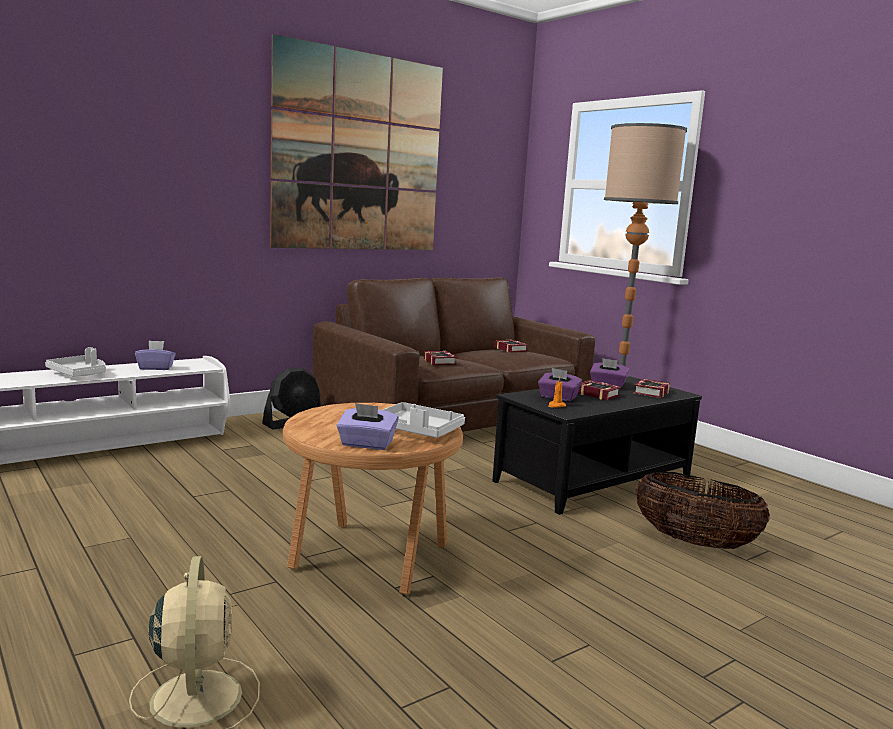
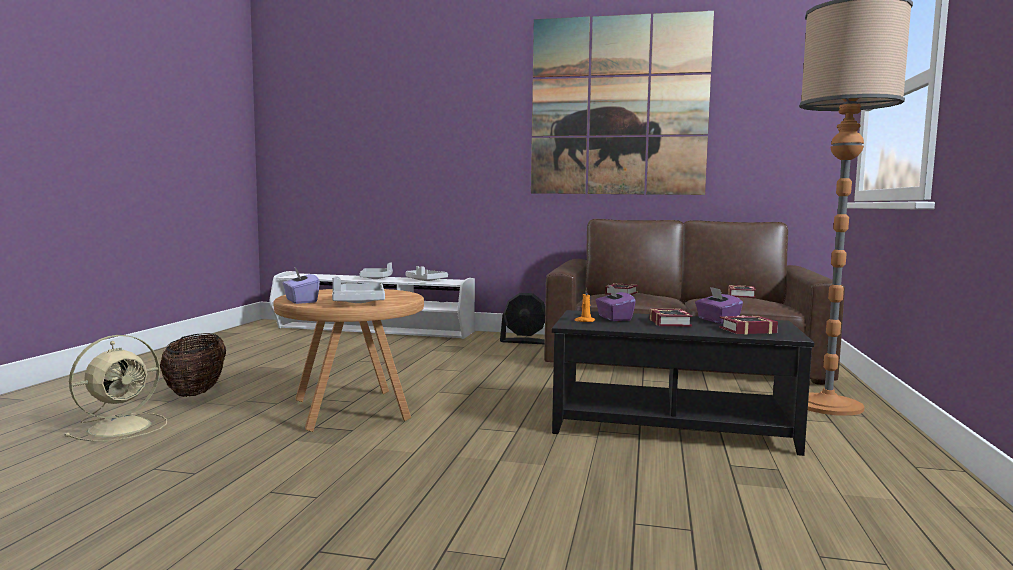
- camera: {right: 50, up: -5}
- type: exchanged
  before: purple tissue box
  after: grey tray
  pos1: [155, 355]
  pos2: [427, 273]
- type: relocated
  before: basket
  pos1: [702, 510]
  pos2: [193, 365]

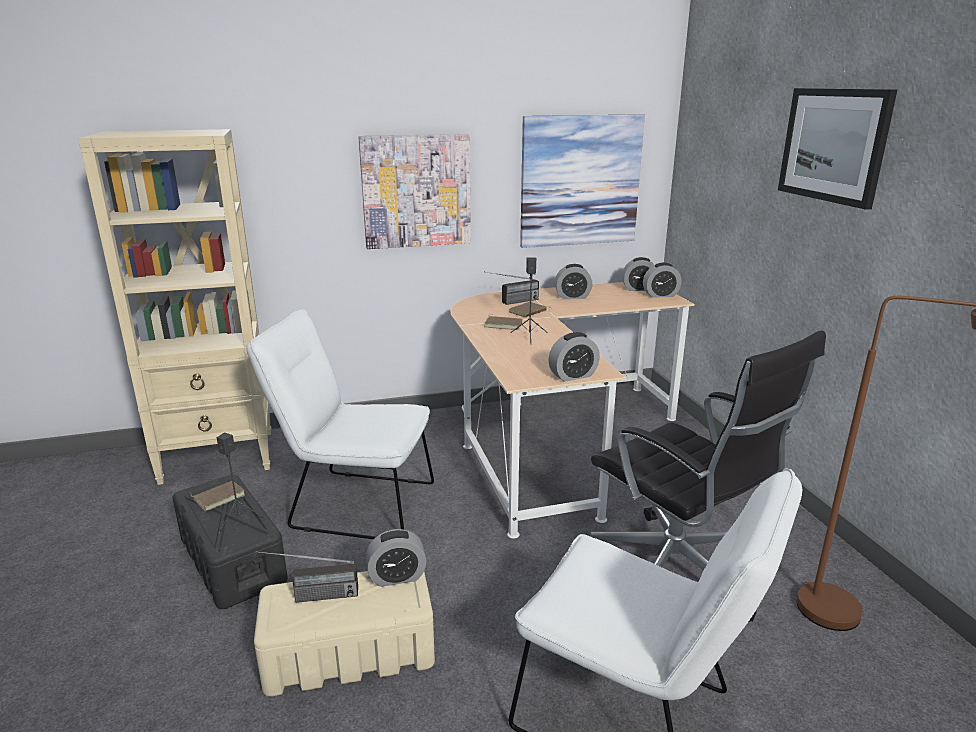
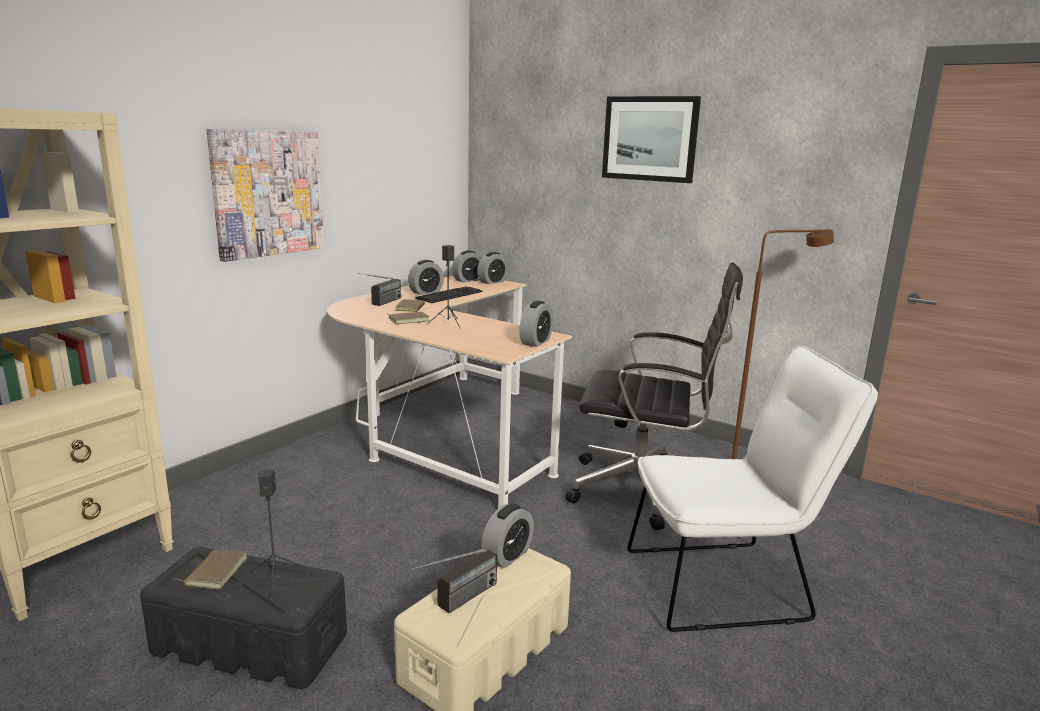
- camera: {right: -40, up: -5}
- type: missing
  before: white chair
  pos1: [340, 424]
- type: missing
  before: picture
  pos1: [582, 181]
- type: appeared
  after: keyboard
  pos2: [448, 295]

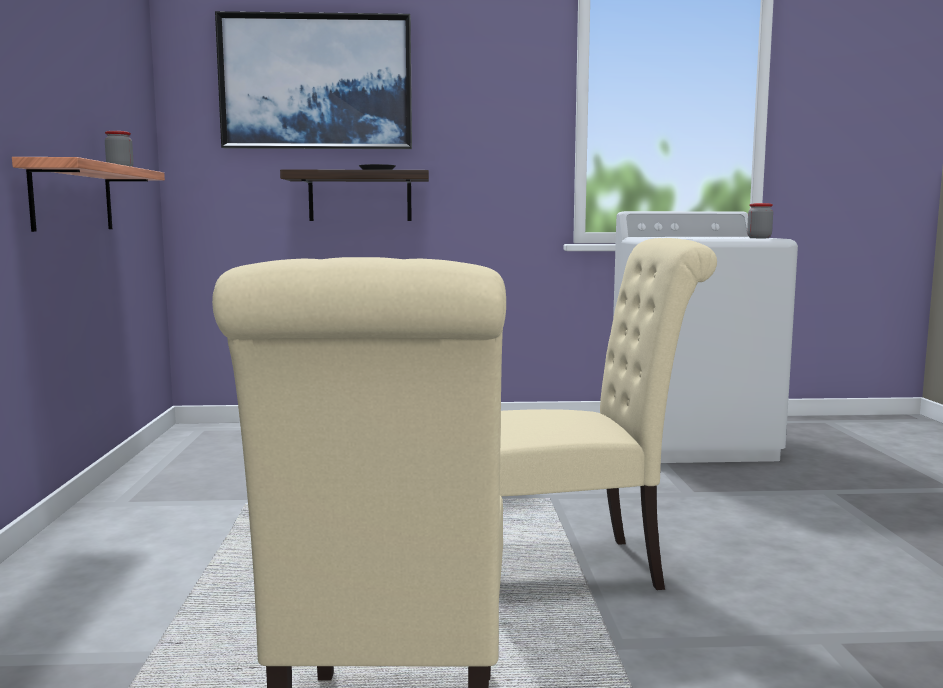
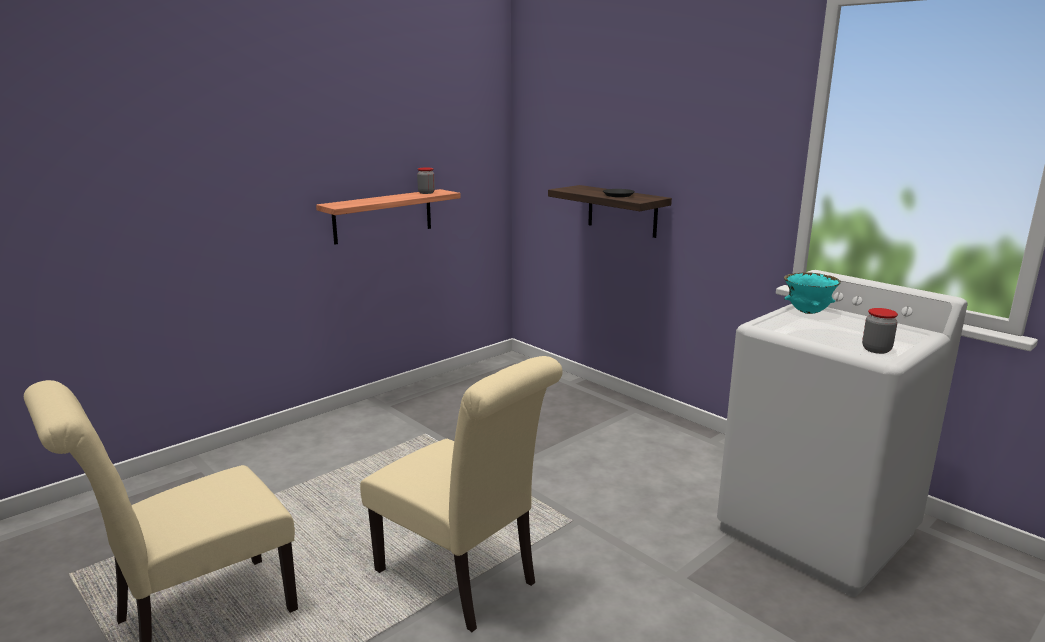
- camera: {right: 50, up: 10}
- type: missing
  before: picture
  pos1: [313, 80]
- type: appeared
  after: turquoise bowl
  pos2: [812, 293]

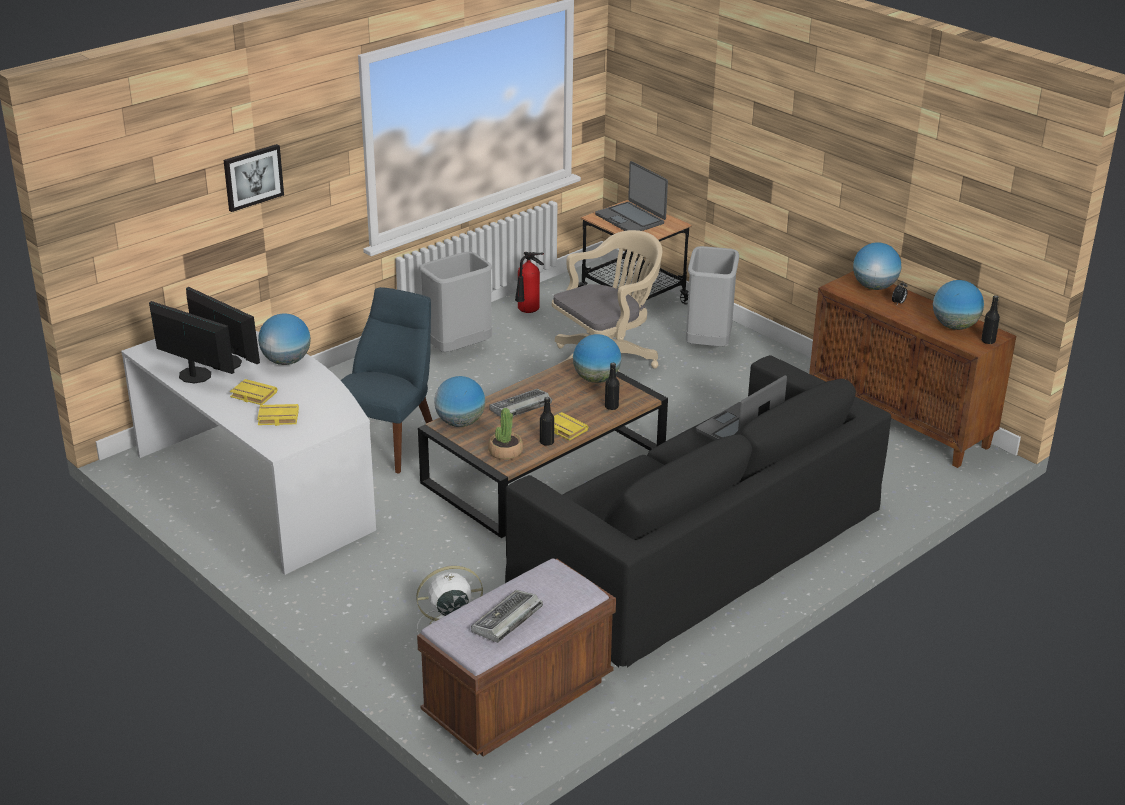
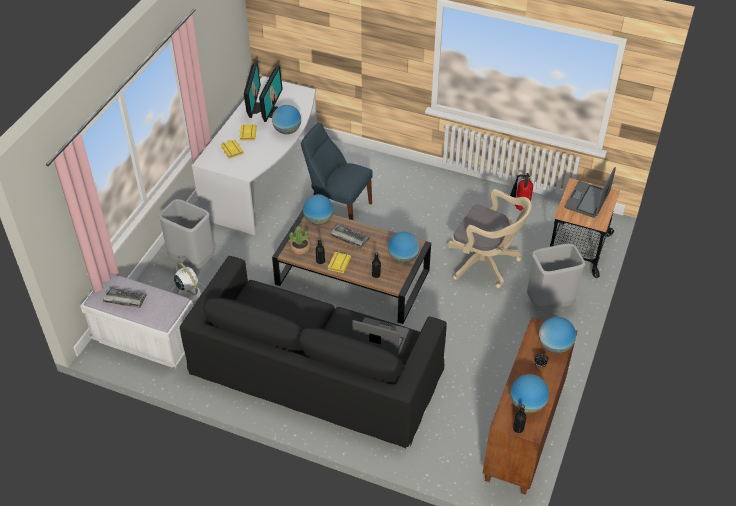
- camera: {right: 65, up: 15}
- type: missing
  before: picture
  pos1: [254, 178]
- type: spun
  before: blue chair
  pos1: [386, 380]
  pos2: [337, 171]
  turn: -150
- type: colour
  before: brown bench
  after: white bench
  pos1: [516, 657]
  pos2: [136, 320]
- type: relocated
  before: grey trash can
  pos1: [456, 302]
  pos2: [186, 234]

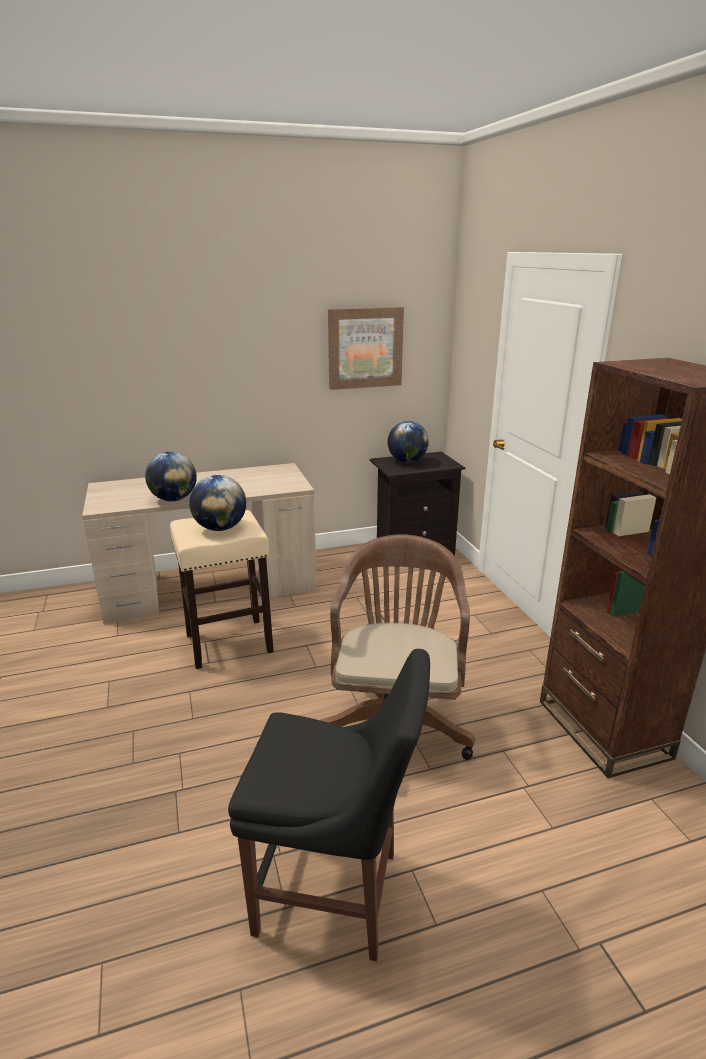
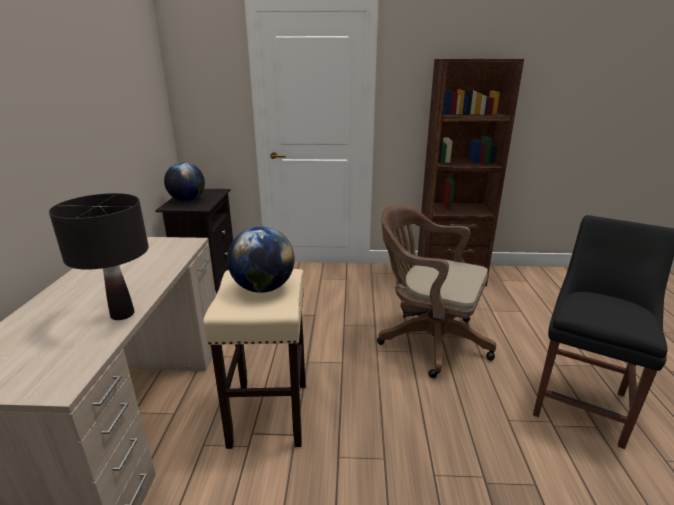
- camera: {right: -70, up: 0}
- type: exchanged
  before: globe
  after: black table lamp
  pos1: [171, 476]
  pos2: [99, 256]
- type: missing
  before: picture
  pos1: [366, 348]

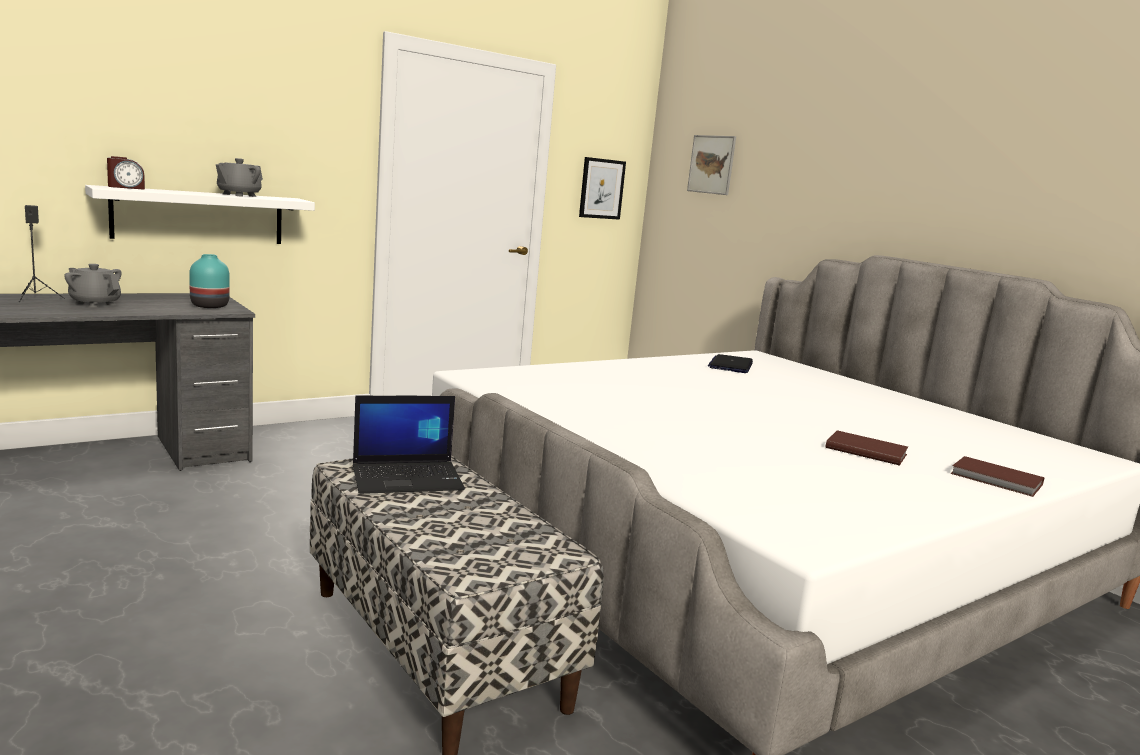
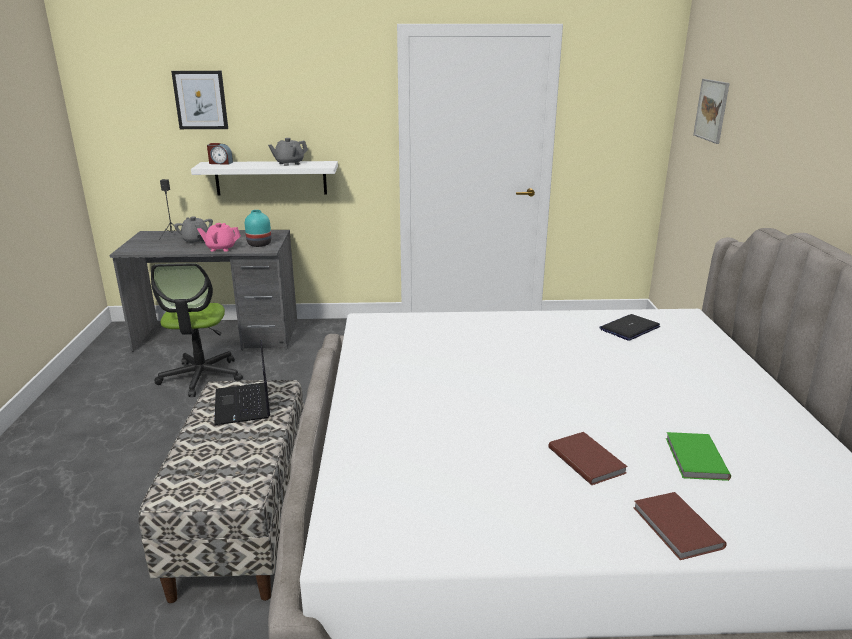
- camera: {right: 35, up: 10}
- type: spun
  before: laptop
  pos1: [409, 444]
  pos2: [242, 382]
  turn: 60
- type: relocated
  before: picture
  pos1: [602, 188]
  pos2: [199, 100]
- type: appeared
  after: office chair
  pos2: [197, 330]
- type: appeared
  after: pink teapot
  pos2: [219, 237]
- type: appeared
  after: green book
  pos2: [698, 456]

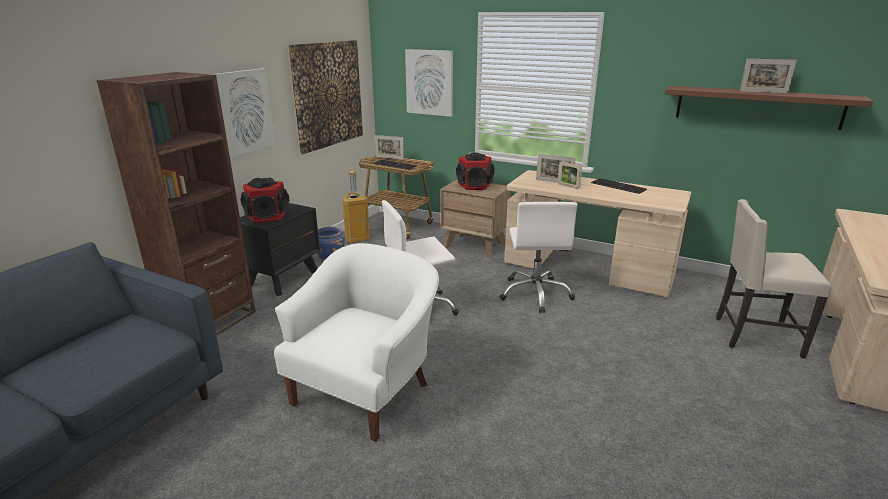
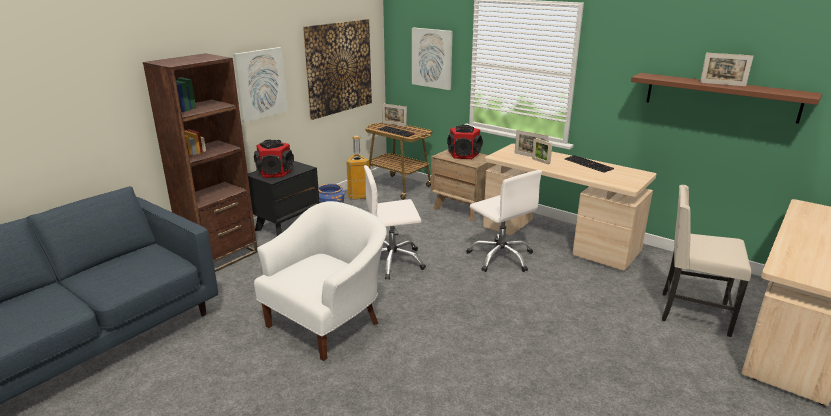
- camera: {right: 10, up: 0}
- type: spun
  before: white office chair
  pos1: [538, 257]
  pos2: [504, 221]
  turn: -45

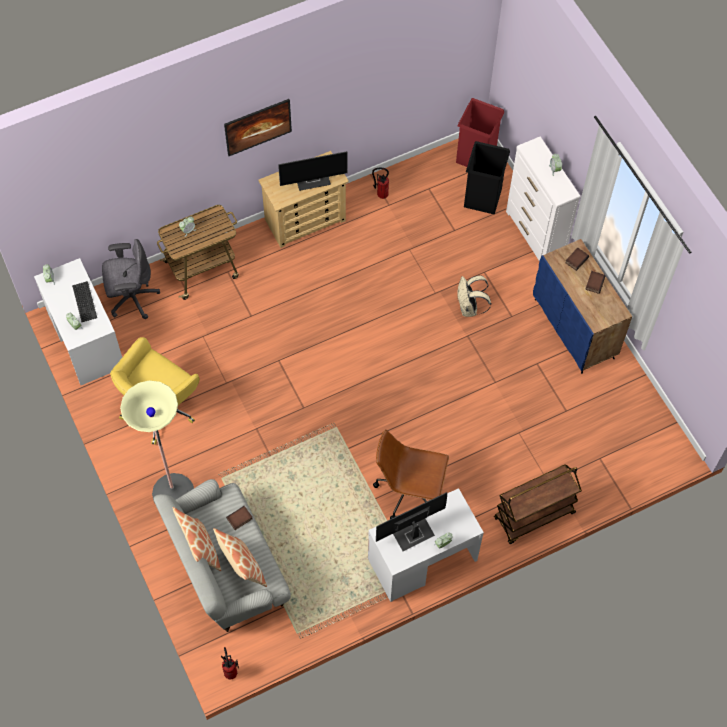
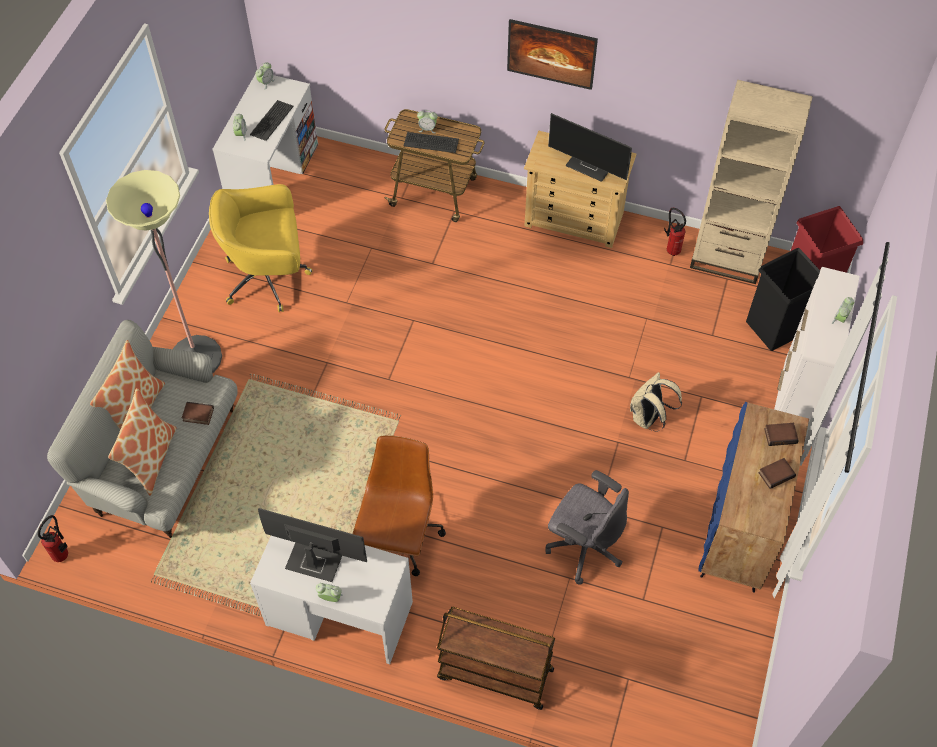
- camera: {right: 45, up: -5}
- type: relocated
  before: grey office chair
  pos1: [131, 279]
  pos2: [587, 527]
- type: spun
  before: brown office chair
  pos1: [411, 474]
  pos2: [399, 505]
  turn: 45
- type: appeared
  after: keyboard
  pos2: [431, 142]
- type: appeared
  after: beige bookcase
  pos2: [751, 182]

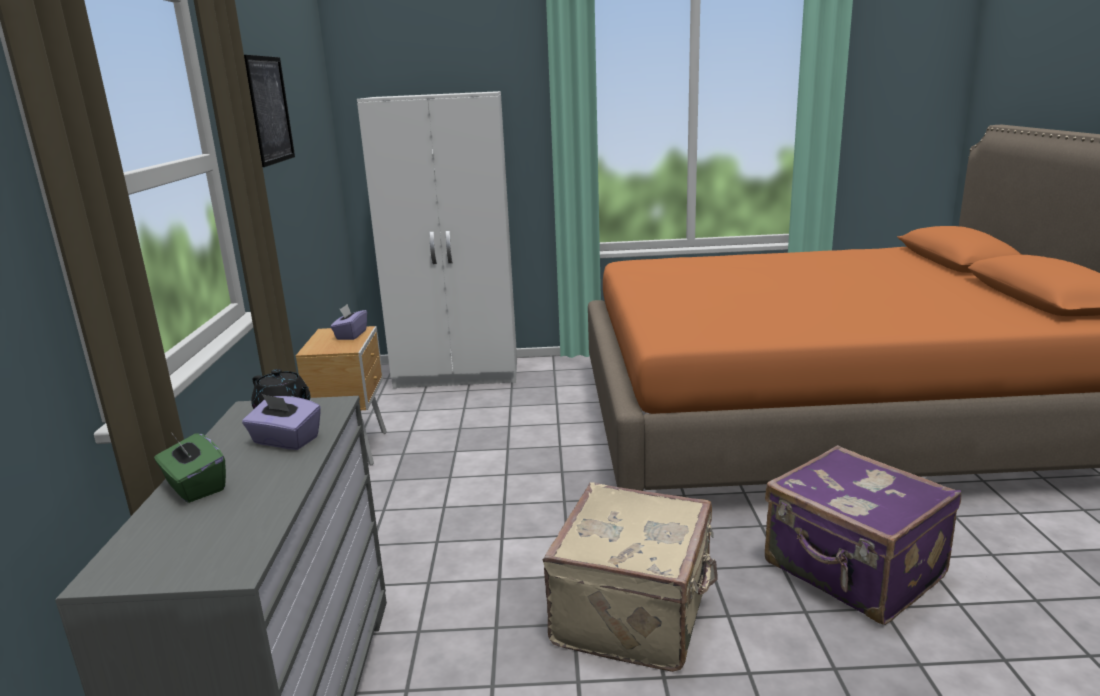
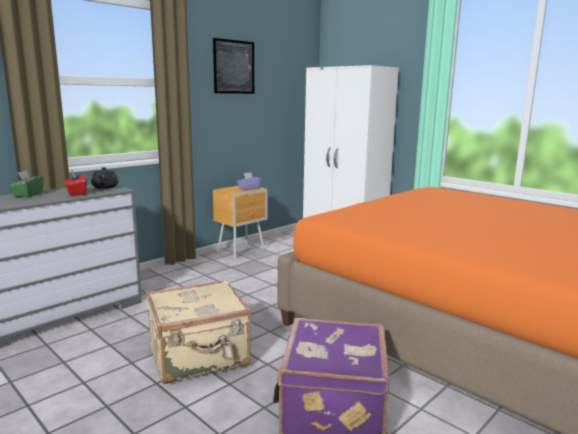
- camera: {right: 45, up: -5}
- type: colour
  before: purple tissue box
  after: red tissue box
  pos1: [281, 422]
  pos2: [76, 183]

